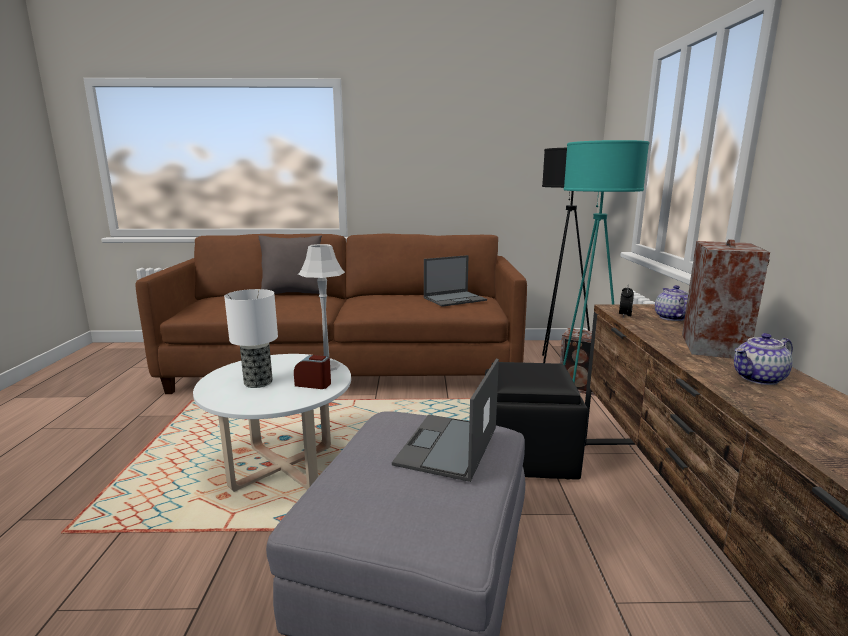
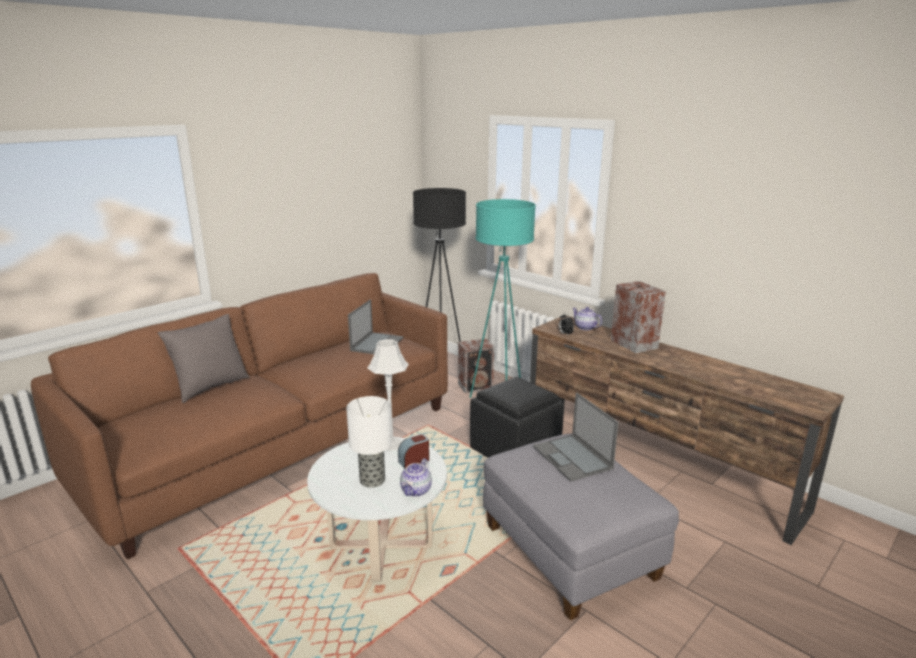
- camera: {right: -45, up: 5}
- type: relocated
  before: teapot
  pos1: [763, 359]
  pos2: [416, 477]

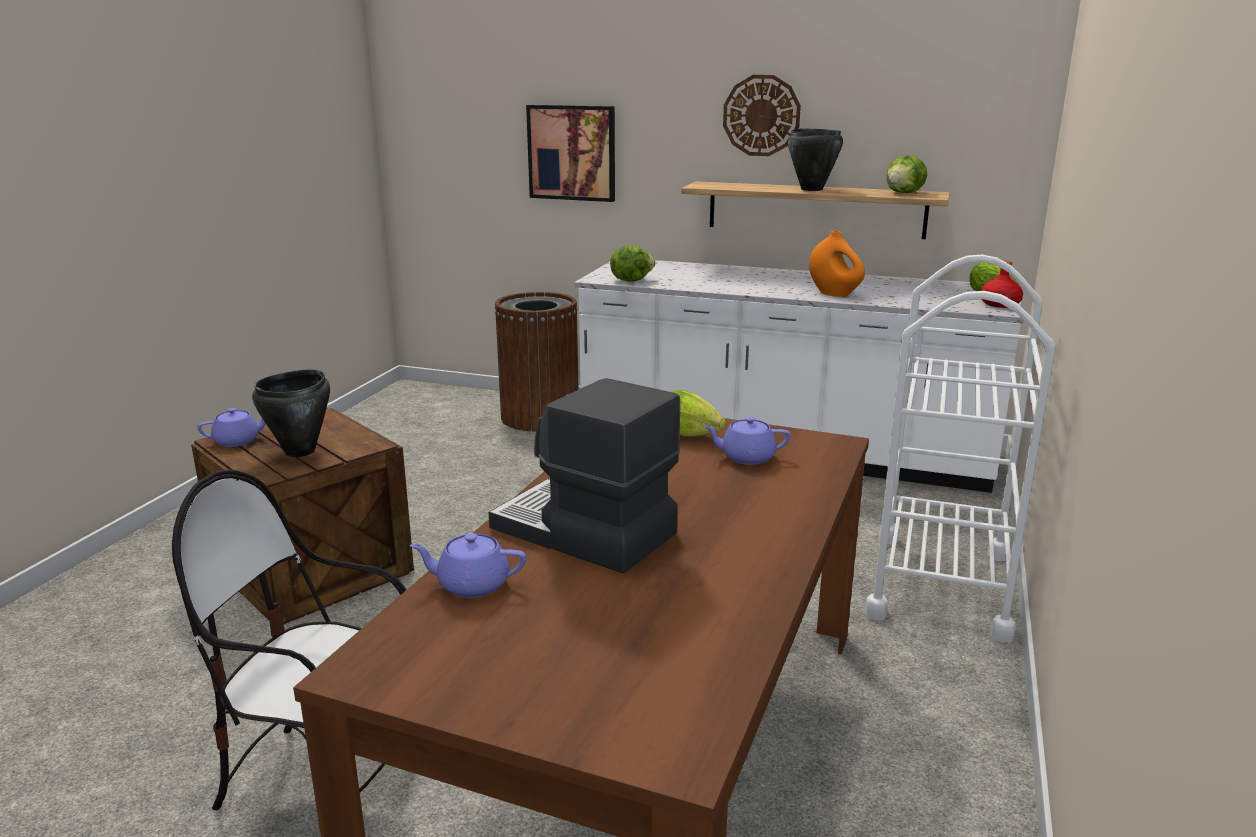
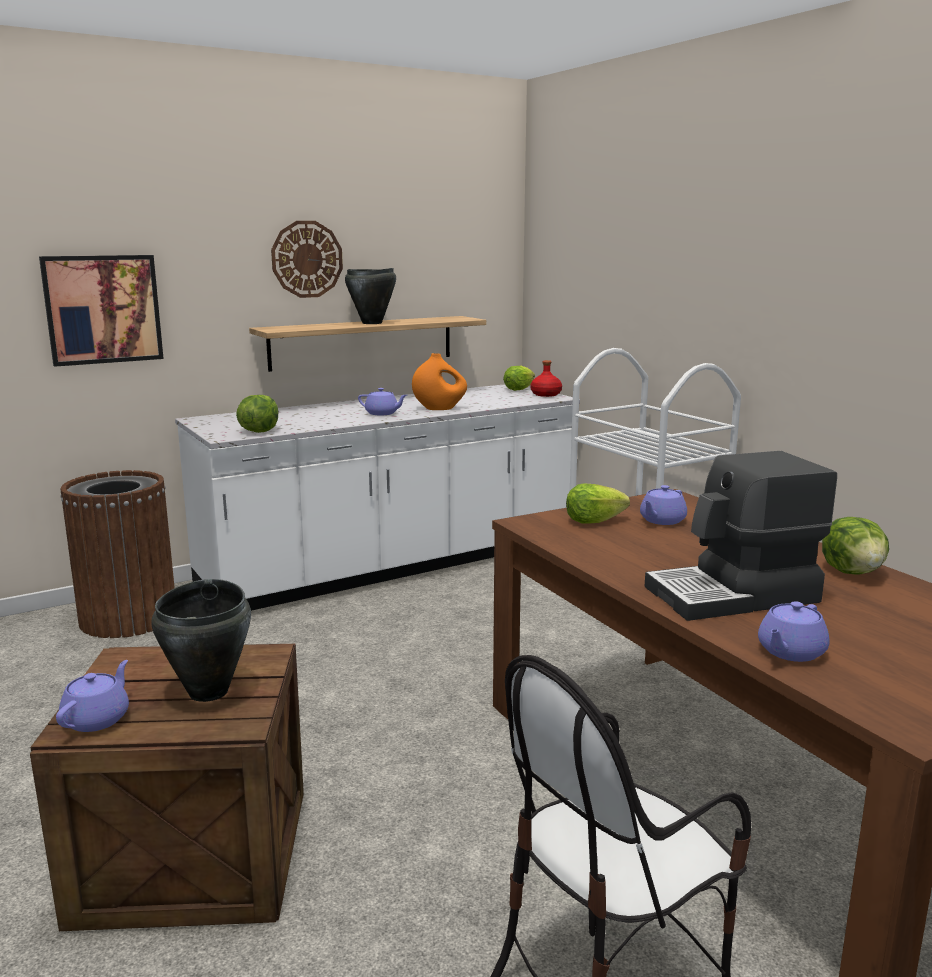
- camera: {right: -50, up: -5}
- type: relocated
  before: lettuce
  pos1: [907, 174]
  pos2: [855, 546]
- type: appeared
  after: purple teapot
  pos2: [382, 401]

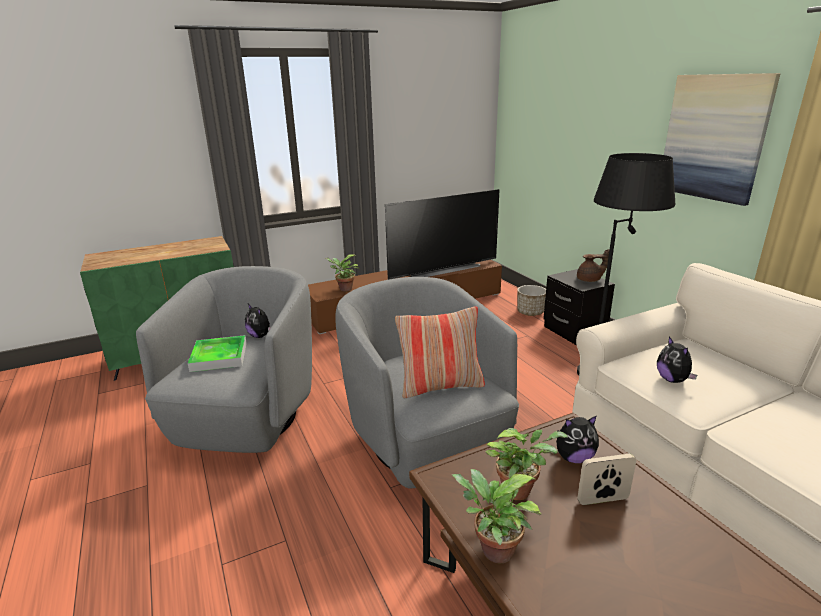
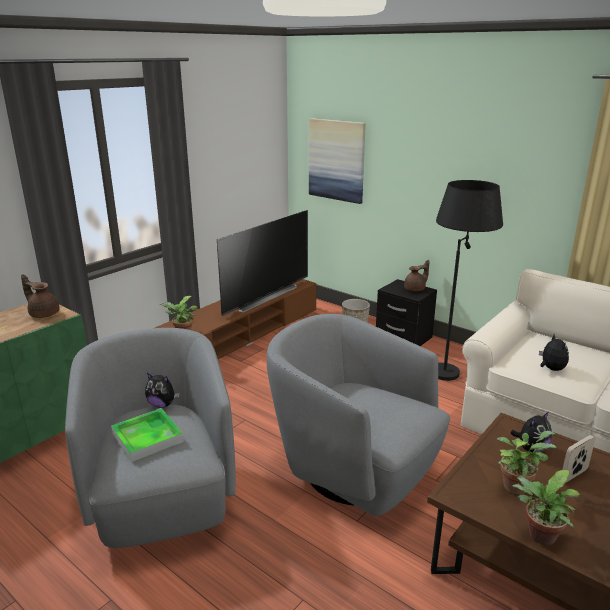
- camera: {right: -25, up: 0}
- type: missing
  before: pillow
  pos1: [440, 352]
- type: spun
  before: plush toy
  pos1: [677, 360]
  pos2: [554, 352]
  turn: -150
- type: relocated
  before: picture
  pos1: [722, 139]
  pos2: [337, 161]
- type: appeared
  after: brown teapot
  pos2: [40, 296]

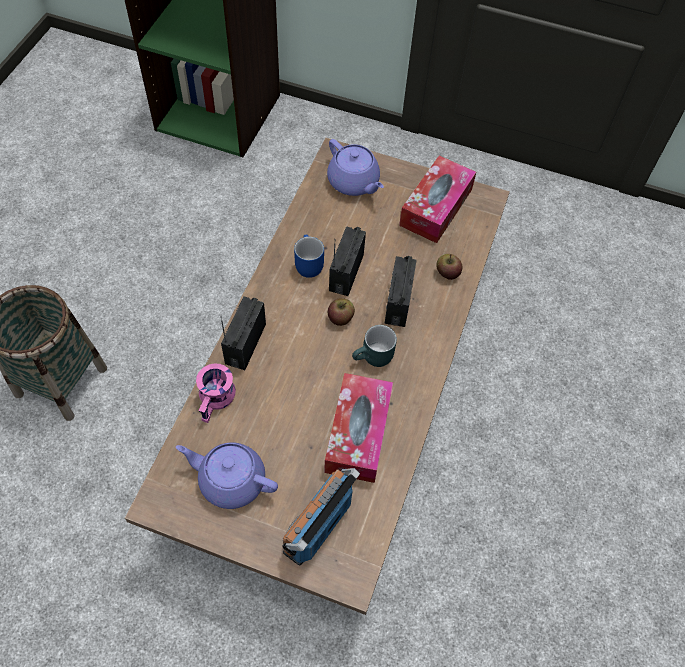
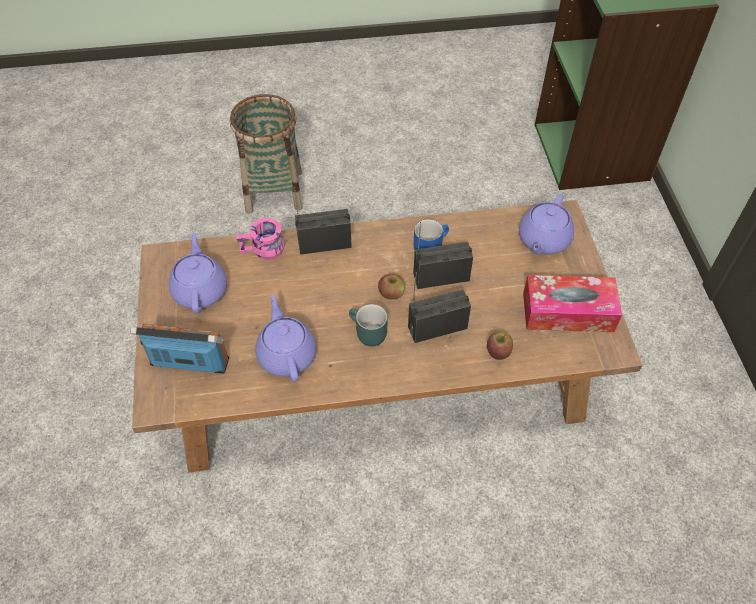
- camera: {right: 65, up: -5}
- type: exchanged
  before: tissue box
  after: purple teapot
  pos1: [358, 428]
  pos2: [286, 338]

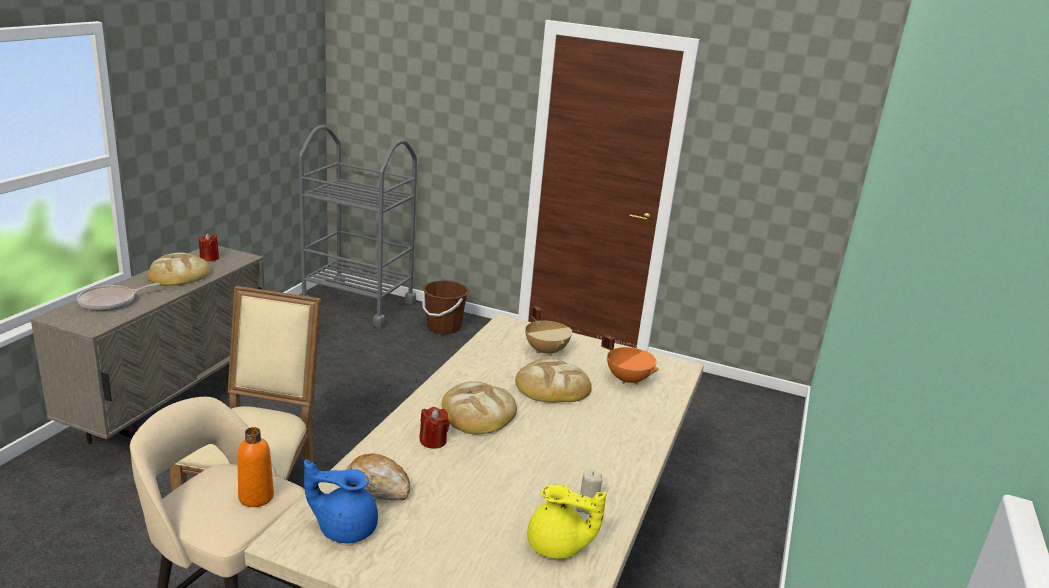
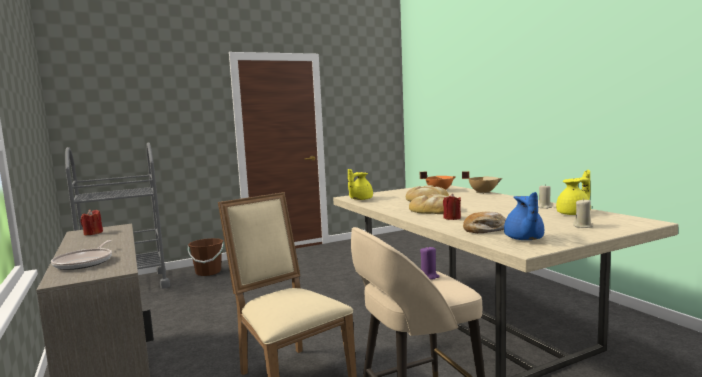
- camera: {right: -45, up: -15}
- type: missing
  before: bread
  pos1: [178, 269]
- type: exchanged
  before: orange bottle
  after: purple candle
  pos1: [255, 467]
  pos2: [430, 263]
- type: spun
  before: blue teapot
  pos1: [341, 501]
  pos2: [524, 216]
  turn: -45
- type: relocated
  before: beige cooking pot
  pos1: [548, 331]
  pos2: [482, 182]
- type: appeared
  after: yellow teapot
  pos2: [360, 184]
- type: appeared
  after: beige candle
  pos2: [583, 213]

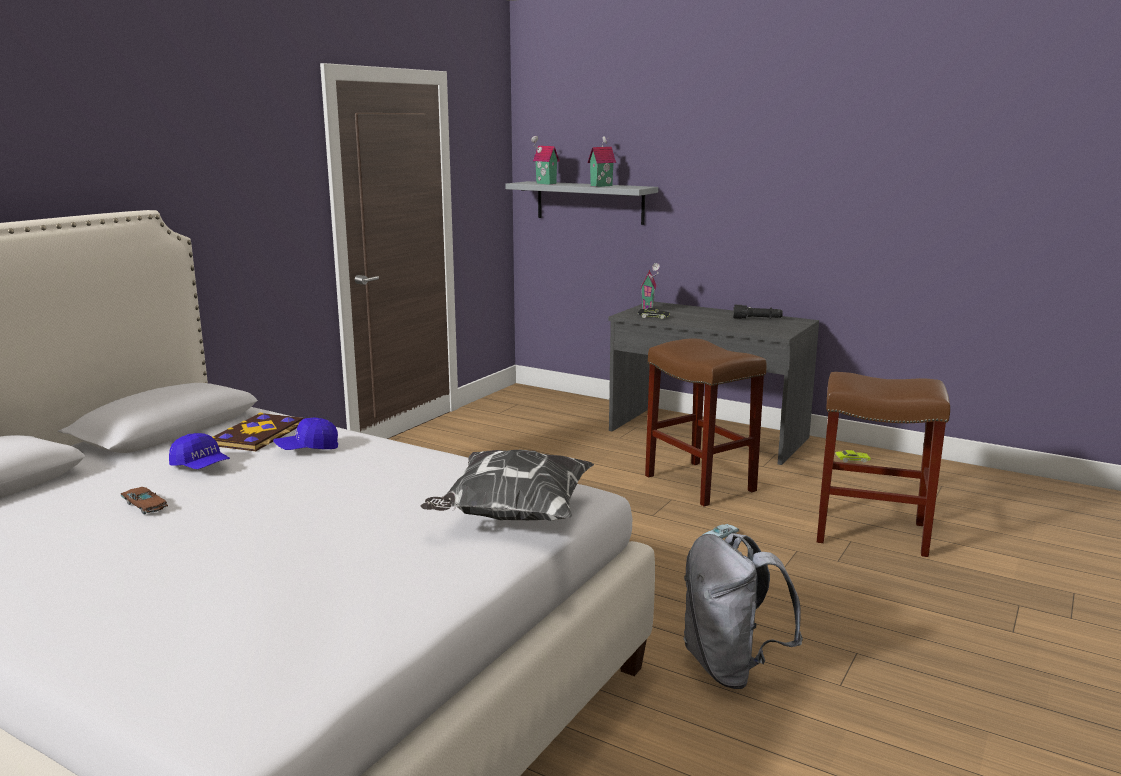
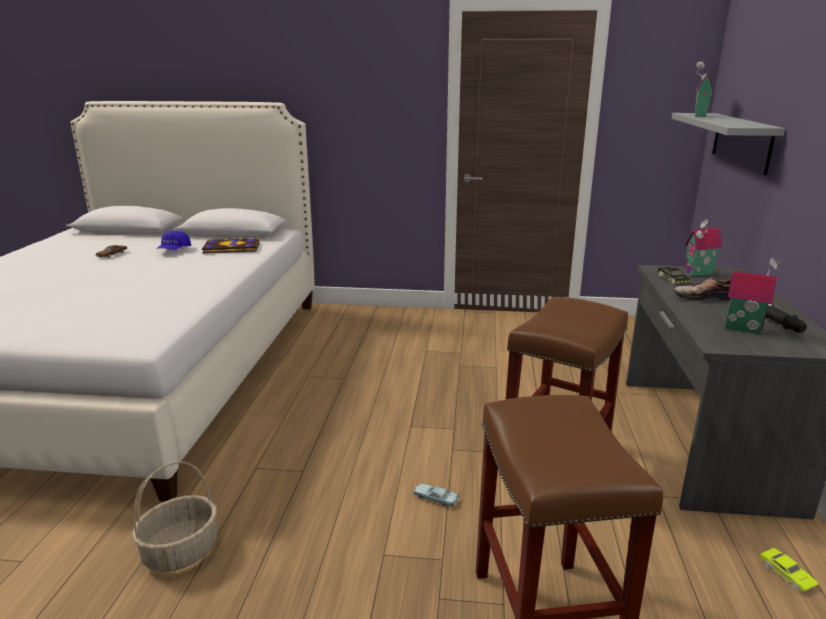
- camera: {right: 65, up: 5}
- type: missing
  before: blue cap
  pos1: [305, 434]
- type: missing
  before: pillow
  pos1: [507, 485]
- type: relocated
  before: toy house
  pos1: [601, 161]
  pos2: [753, 296]
- type: exchanged
  before: grey backpack
  after: basket
  pos1: [743, 611]
  pos2: [174, 516]
- type: appeared
  after: shoe
  pos2: [702, 289]

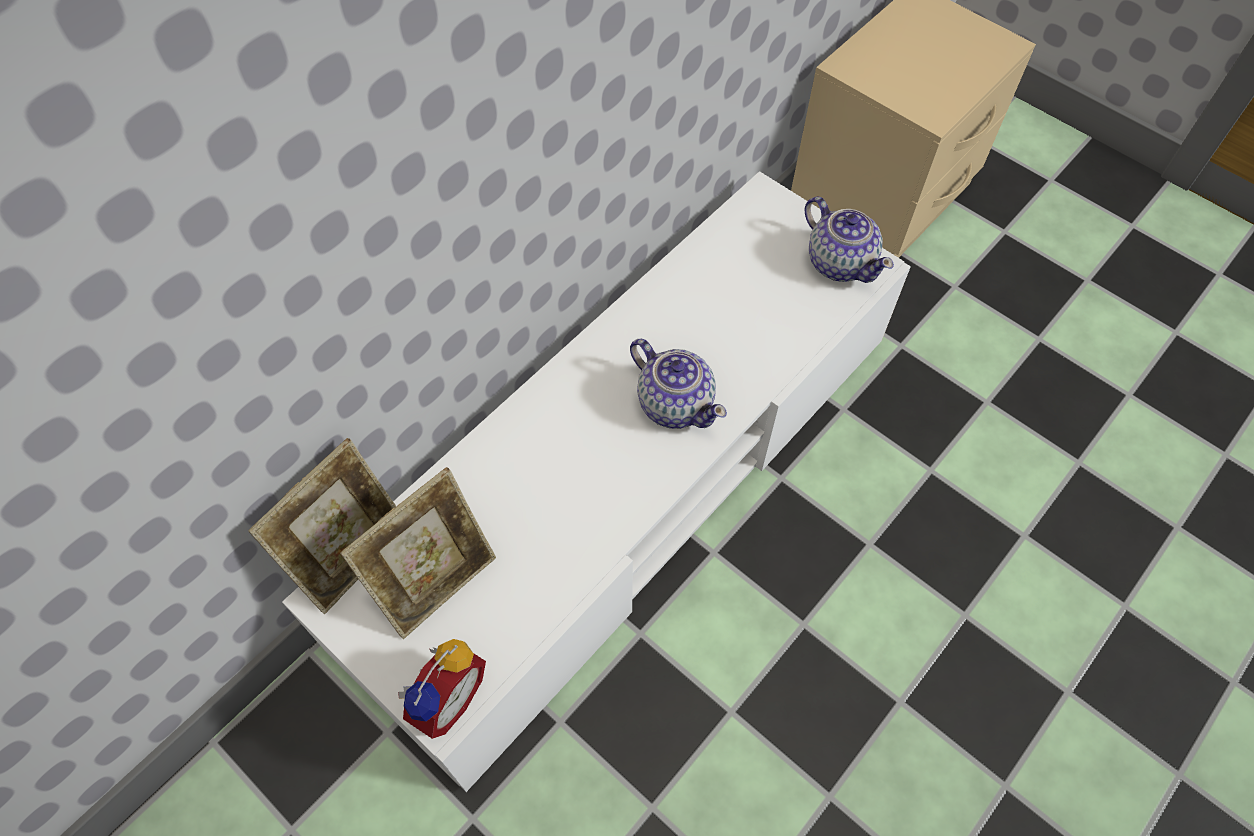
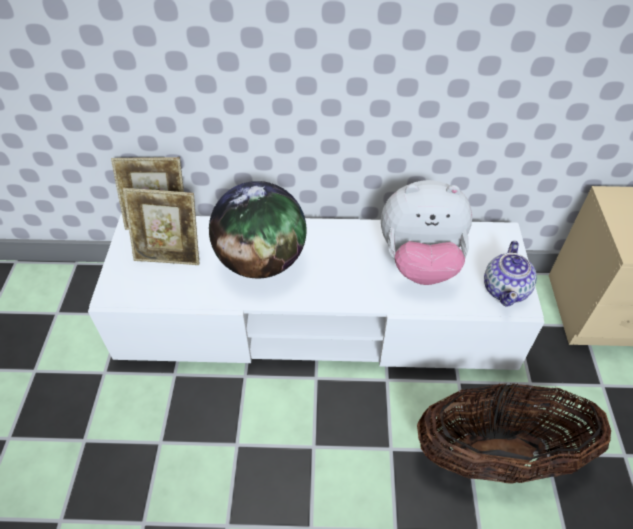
- camera: {right: 50, up: -10}
- type: missing
  before: alarm clock
  pos1: [442, 689]
- type: missing
  before: teapot
  pos1: [678, 384]
- type: appeared
  after: globe
  pos2: [257, 229]
- type: appeared
  after: plush toy
  pos2: [426, 232]
- type: appeared
  after: basket
  pos2: [514, 433]

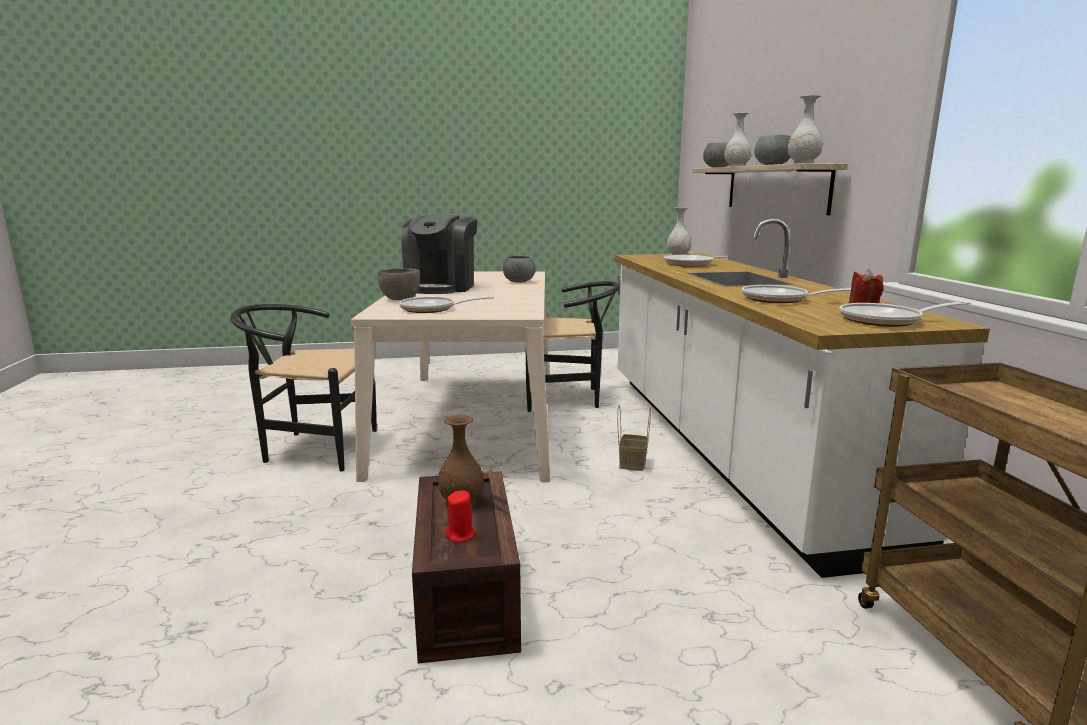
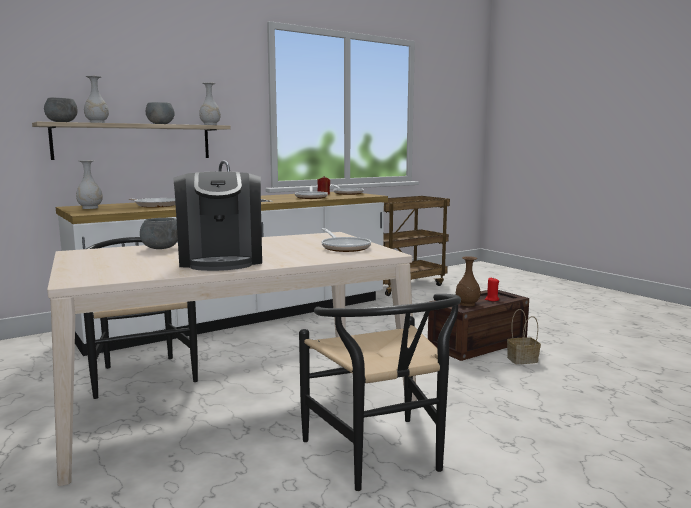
- camera: {right: -115, up: -5}
- type: missing
  before: grey bowl
  pos1: [399, 284]
- type: spun
  before: coffee machine
  pos1: [439, 254]
  pos2: [217, 221]
  turn: 90
- type: relocated
  before: basket
  pos1: [634, 438]
  pos2: [524, 336]

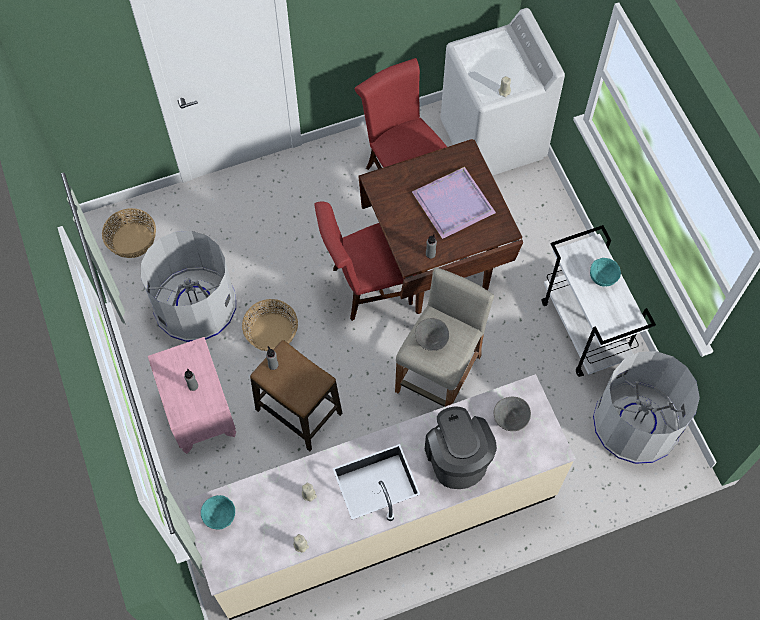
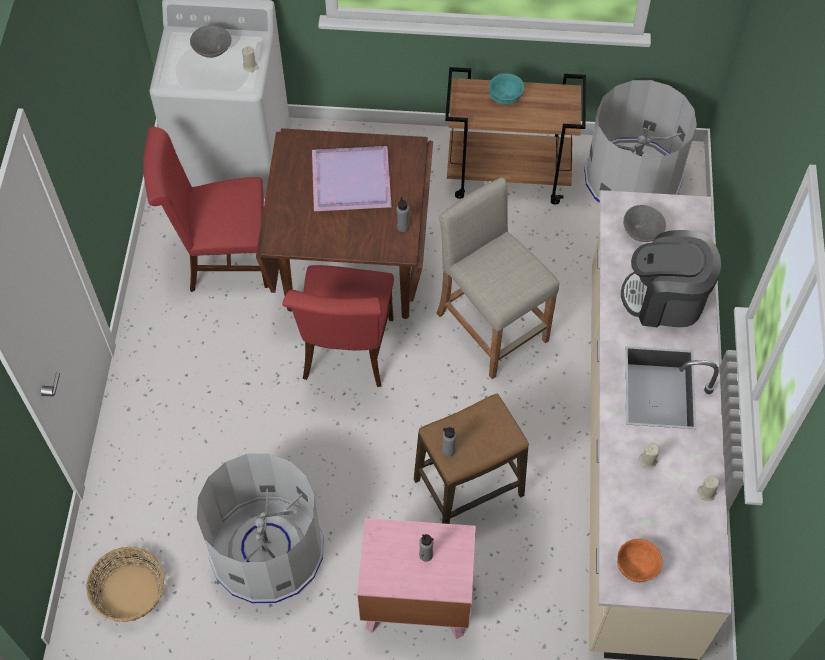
- camera: {right: -65, up: -5}
- type: colour
  before: turquoise bowl
  after: orange bowl
  pos1: [218, 512]
  pos2: [639, 561]
- type: missing
  before: basket
  pos1: [270, 325]
- type: relocated
  before: grey bowl
  pos1: [432, 334]
  pos2: [211, 41]
- type: colour
  before: white cart
  after: brown cart
  pos1: [599, 301]
  pos2: [515, 135]

